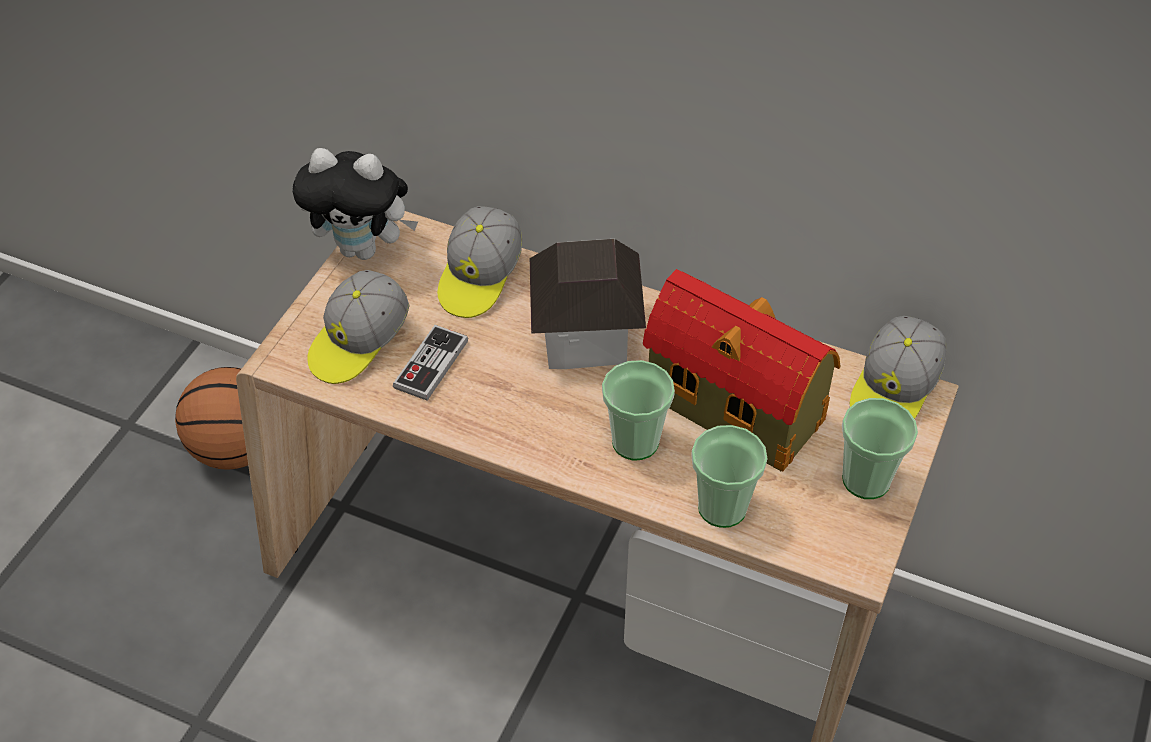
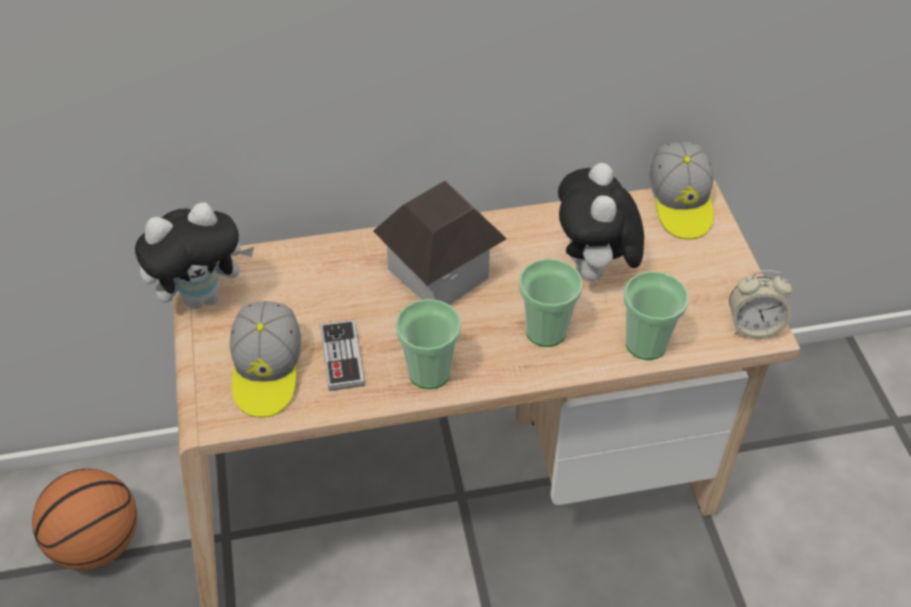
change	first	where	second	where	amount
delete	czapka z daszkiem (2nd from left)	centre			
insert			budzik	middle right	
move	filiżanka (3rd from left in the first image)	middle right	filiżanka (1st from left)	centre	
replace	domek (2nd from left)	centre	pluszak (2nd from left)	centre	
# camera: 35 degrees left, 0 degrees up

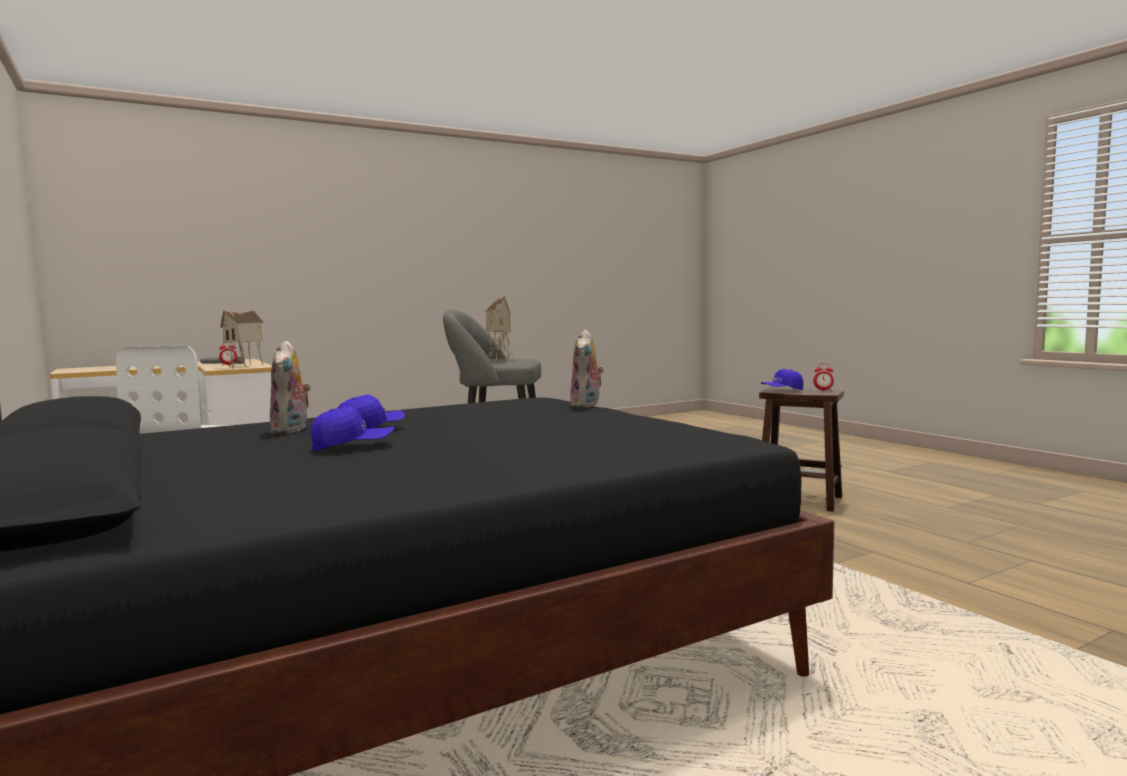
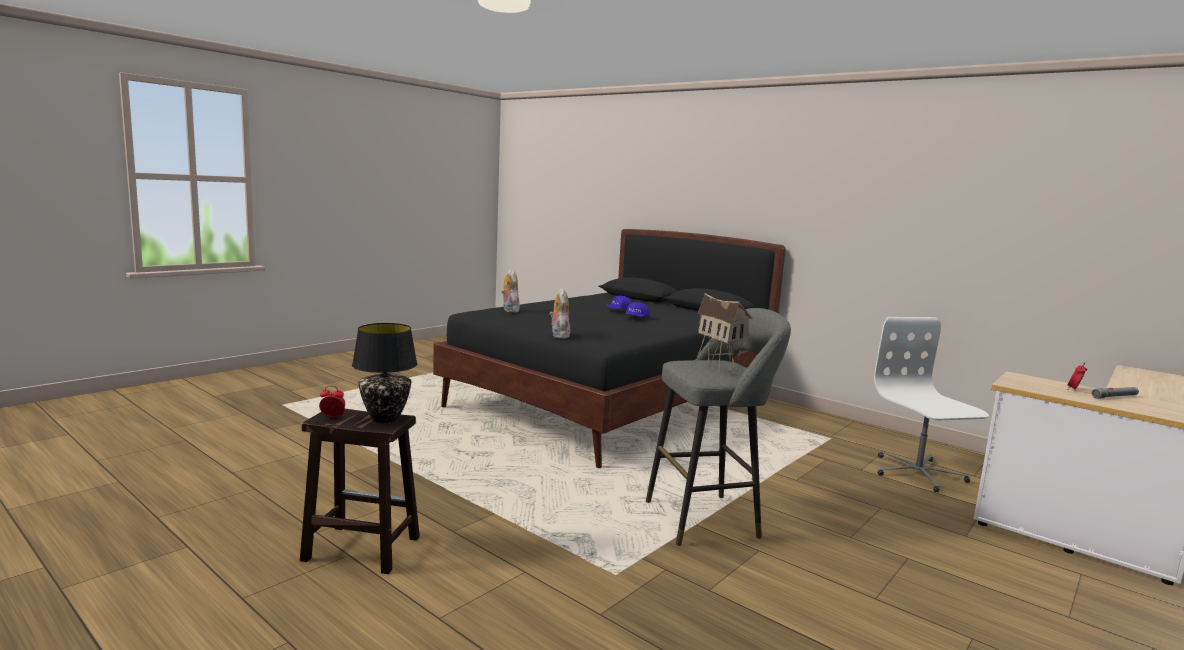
change	first	where	second	where	amount
delete	domek (1st from left)	middle left			
move	pluszak (1st from left)	middle left		centre	
replace	czapka z daszkiem [niebieski] (3rd from left)	middle right	lampa stołowa [czarny]	middle left	
# camera: 160 degrees right, 5 degrees up

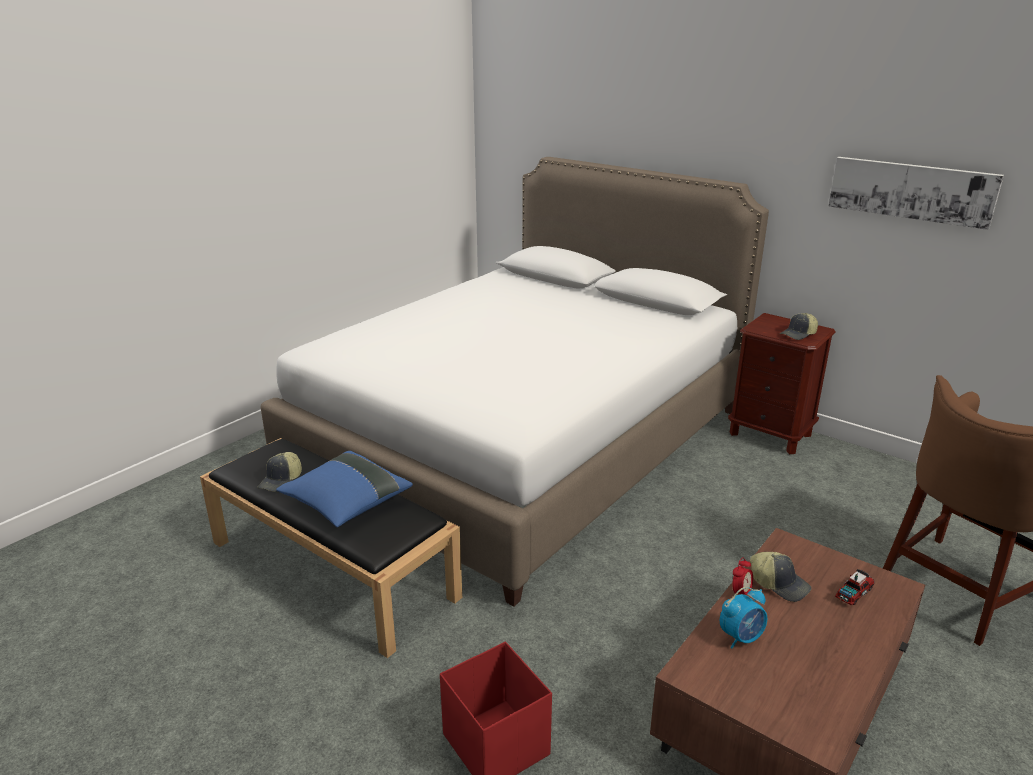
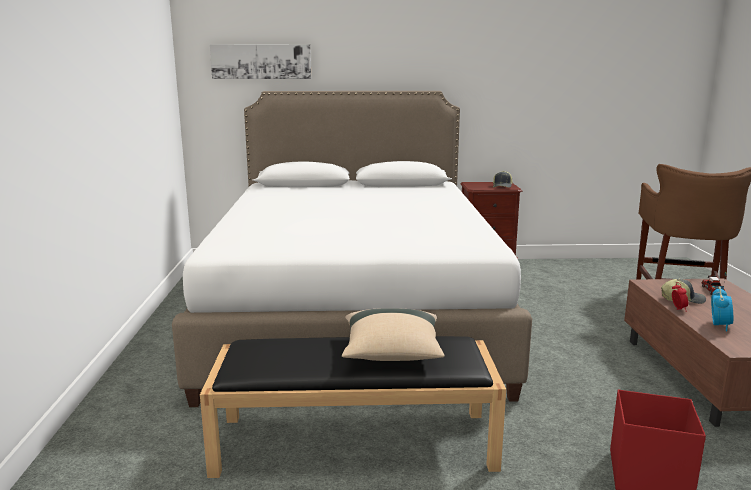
change	first	where	second	where	amount
delete	czapka z daszkiem (1st from left)	middle left			
move	obraz	top right		top centre	
recolor	poduszka [niebieski]	middle left	poduszka [beżowy]	bottom centre	
# camera: 40 degrees left, 10 degrees down

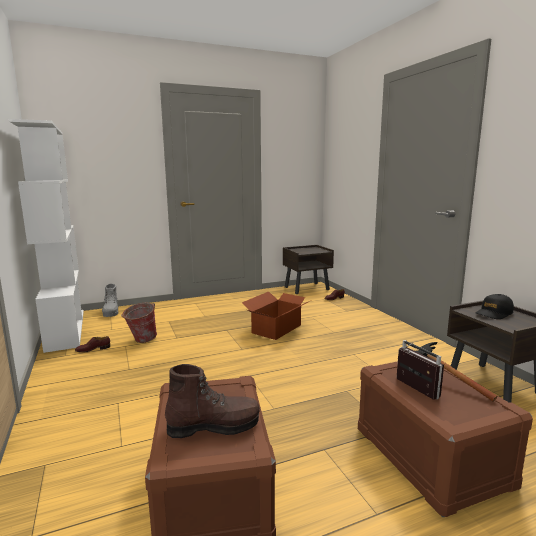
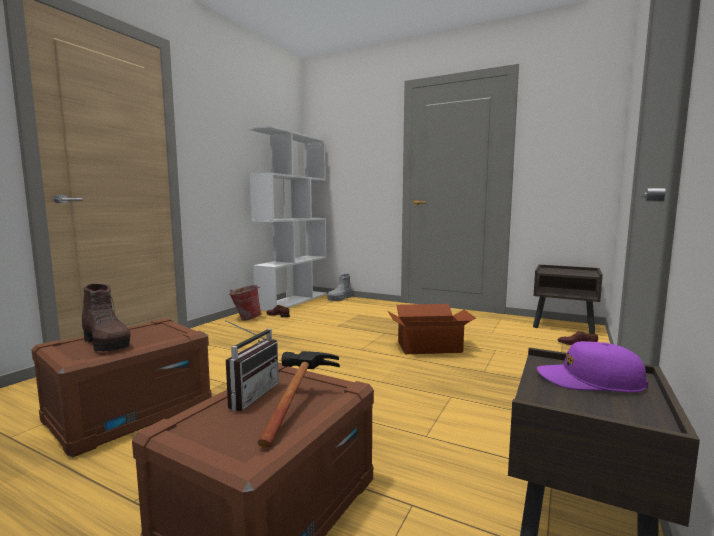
change	first	where	second	where	amount
move	wiadro	middle left		centre	
recolor	czapka z daszkiem [czarny]	middle right	czapka z daszkiem [fioletowy]	bottom right	
# camera: 50 degrees right, 5 degrees down

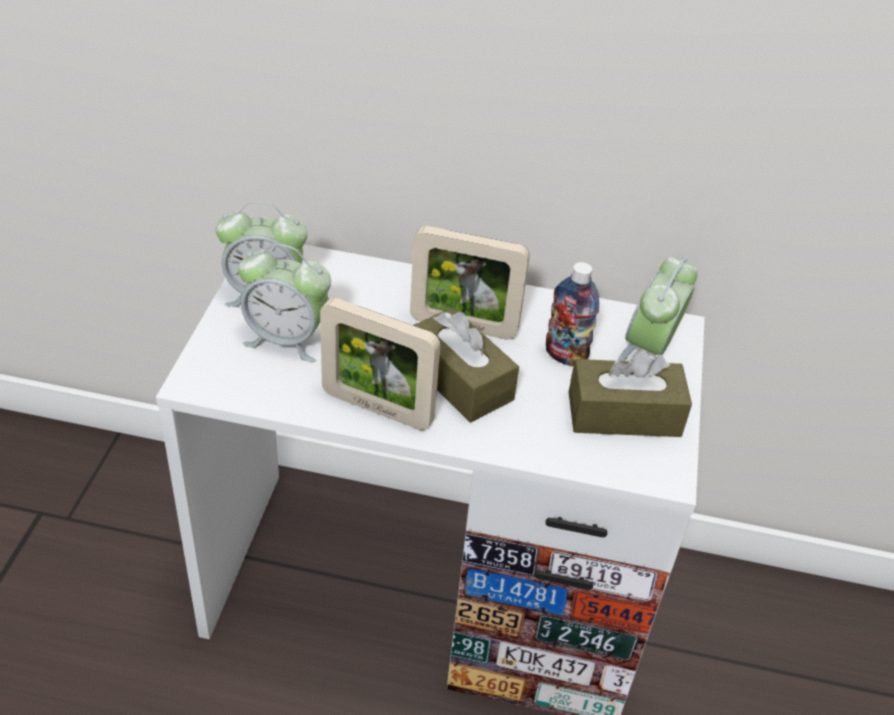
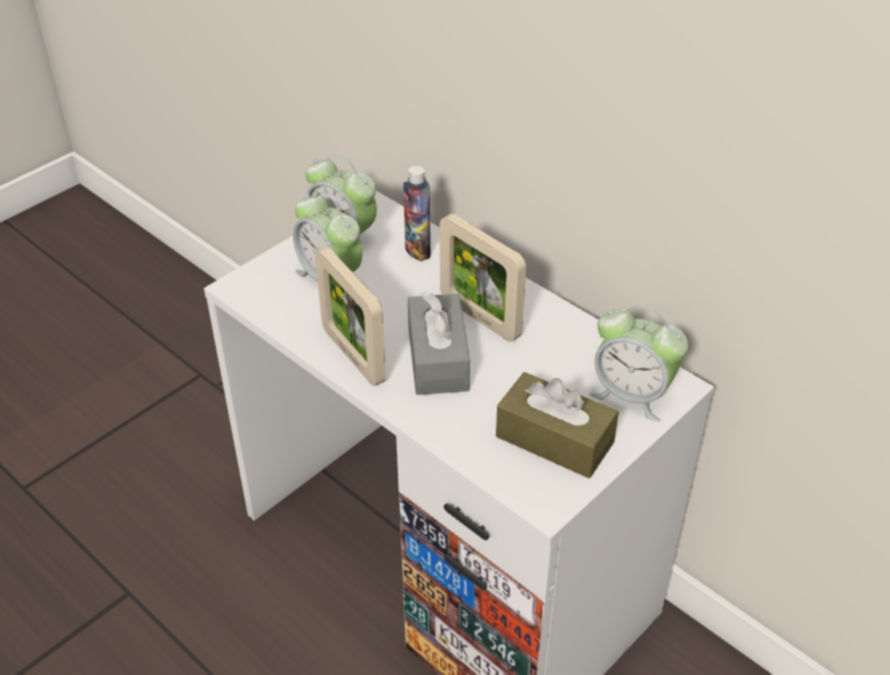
change	first	where	second	where	amount
move	butelka	centre		top centre	
recolor	pudełko chusteczek [brązowy] (1st from left)	centre	pudełko chusteczek [szary]	centre	
rotate	budzik (3rd from left)	middle right		middle right	120 degrees counterclockwise
# camera: 35 degrees right, 0 degrees up

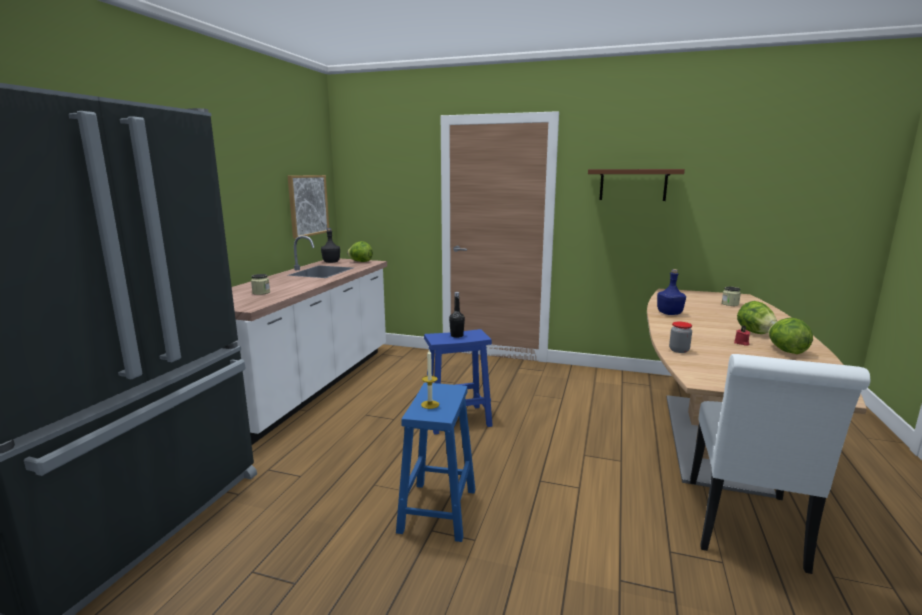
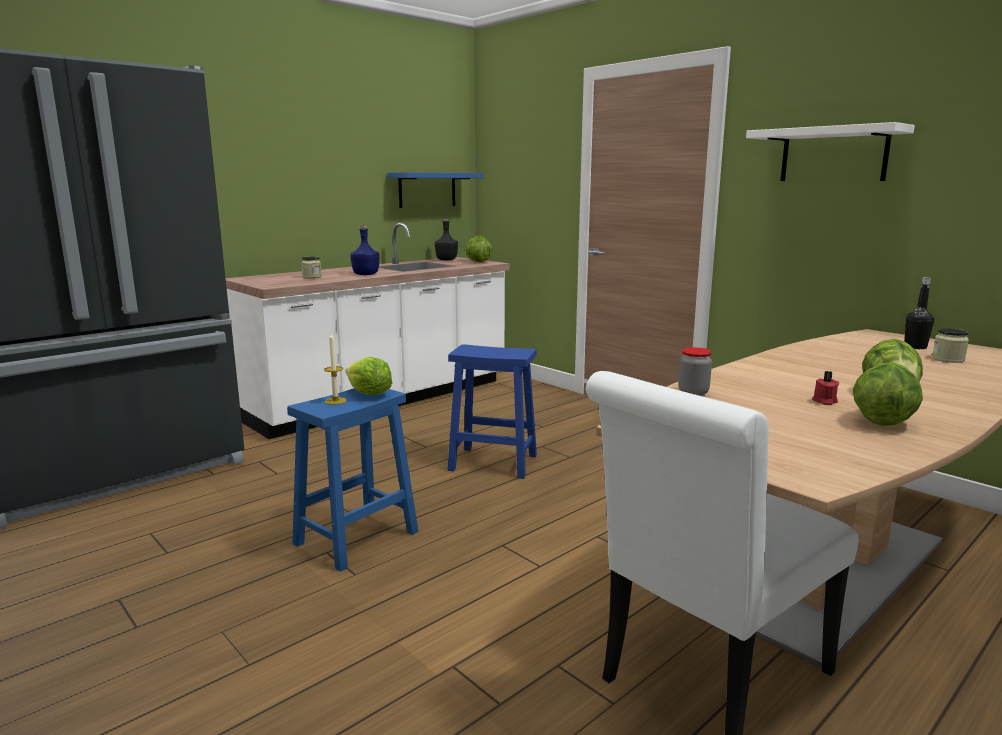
change	first	where	second	where	amount
insert			sałata (1st from left)	centre	
move	butelka [czarny] (2nd from left)	centre		middle right	
move	butelka [niebieski]	middle right		centre	
replace	obraz	centre	półka [niebieski]	top centre	
recolor	półka [brązowy]	top right	półka [biały]	top right	
# camera: 30 degrees right, 0 degrees up

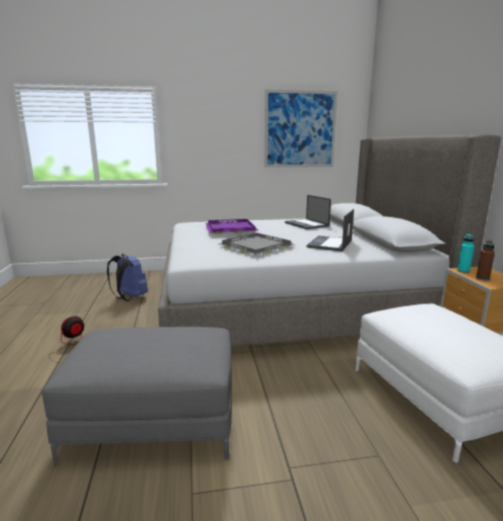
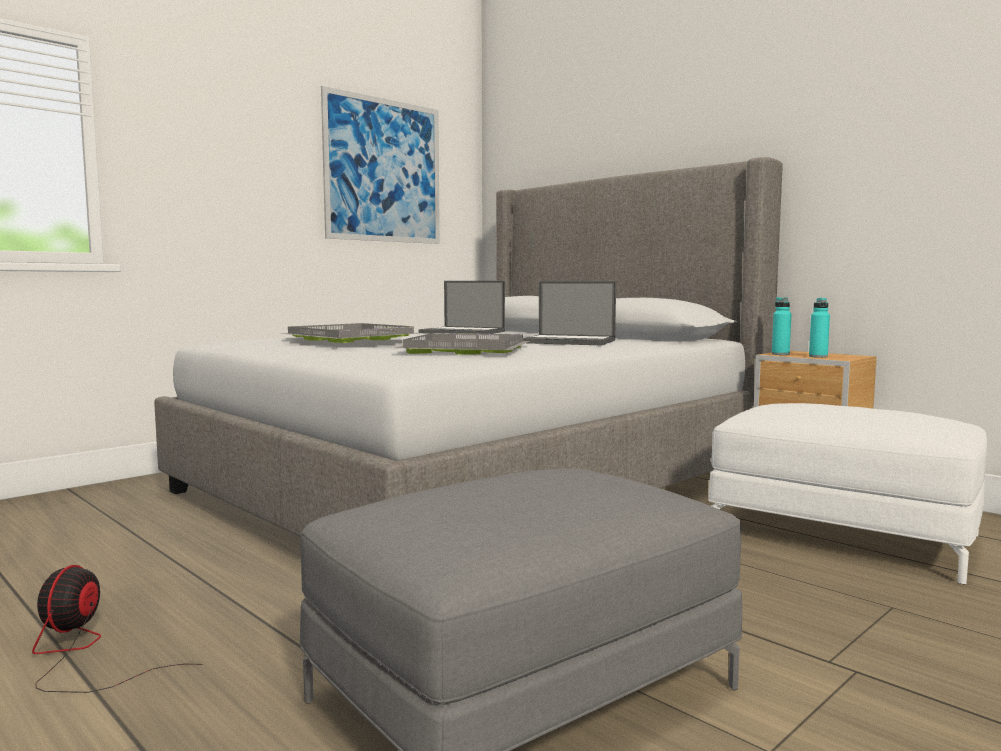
change	first	where	second	where	amount
delete	plecak [niebieski]	middle left			
recolor	taca [fioletowy]	centre	taca [szary] (1st from left)	centre	
recolor	butelka [brązowy]	middle right	butelka [turkusowy] (2nd from left)	middle right	
rotate	laptop (2nd from left)	centre		centre	60 degrees counterclockwise
# camera: 35 degrees left, 10 degrees down

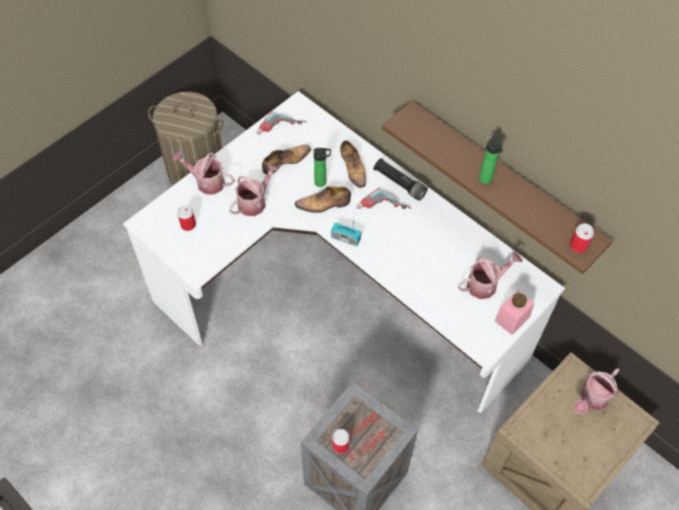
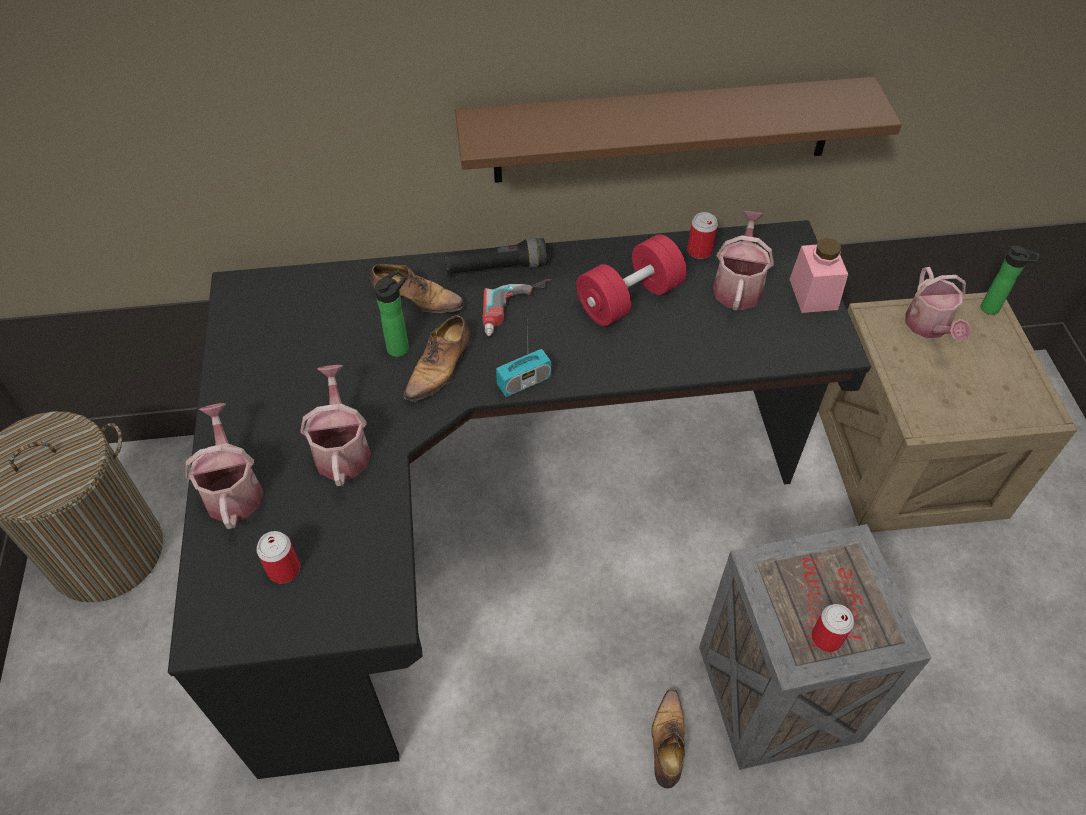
change	first	where	second	where	amount
delete	wiertarka (1st from left)	top centre			
insert			hantel [czerwony]	centre	
move	but (1st from left in the first image)	top centre	but (3rd from left)	bottom centre	
move	butelka (2nd from left)	top right		middle right	
move	puszka (3rd from left in the first image)	middle right	puszka (2nd from left)	top centre	
recolor	biurko [biały]	centre	biurko [czarny]	centre	
rotate	konewka (1st from left)	middle left		middle left	105 degrees clockwise
# camera: 50 degrees left, 5 degrees down

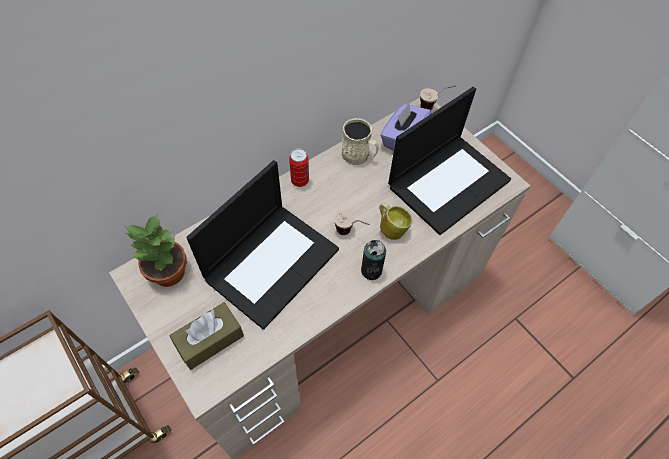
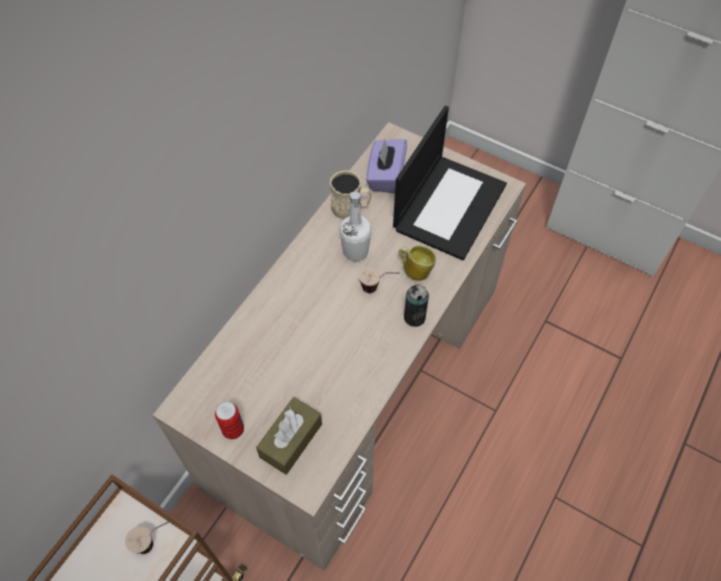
change	first	where	second	where	amount
delete	roślina doniczkowa	middle left			
delete	laptop (1st from left)	centre			
insert			butelka [biały]	centre	
move	puszka (1st from left)	centre		bottom left	
move	filiżanka (2nd from left in the first image)	top centre	filiżanka (1st from left)	bottom left	
# camera: 20 degrees left, 0 degrees up

